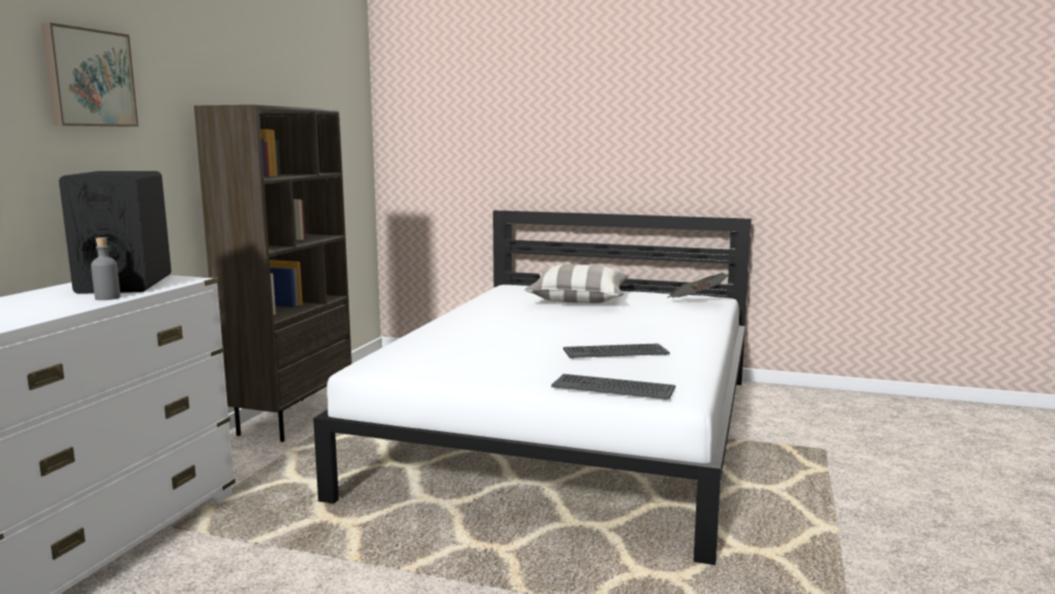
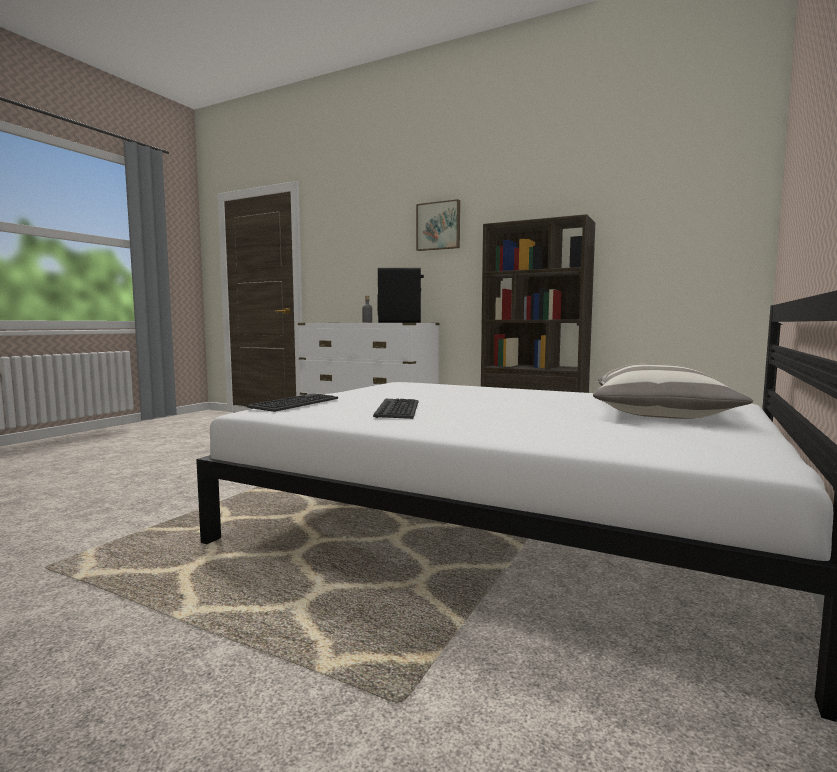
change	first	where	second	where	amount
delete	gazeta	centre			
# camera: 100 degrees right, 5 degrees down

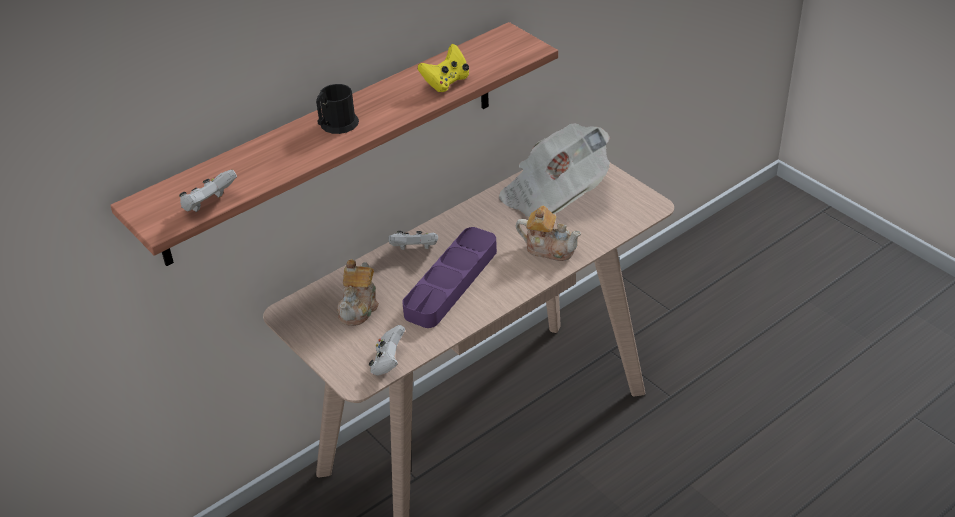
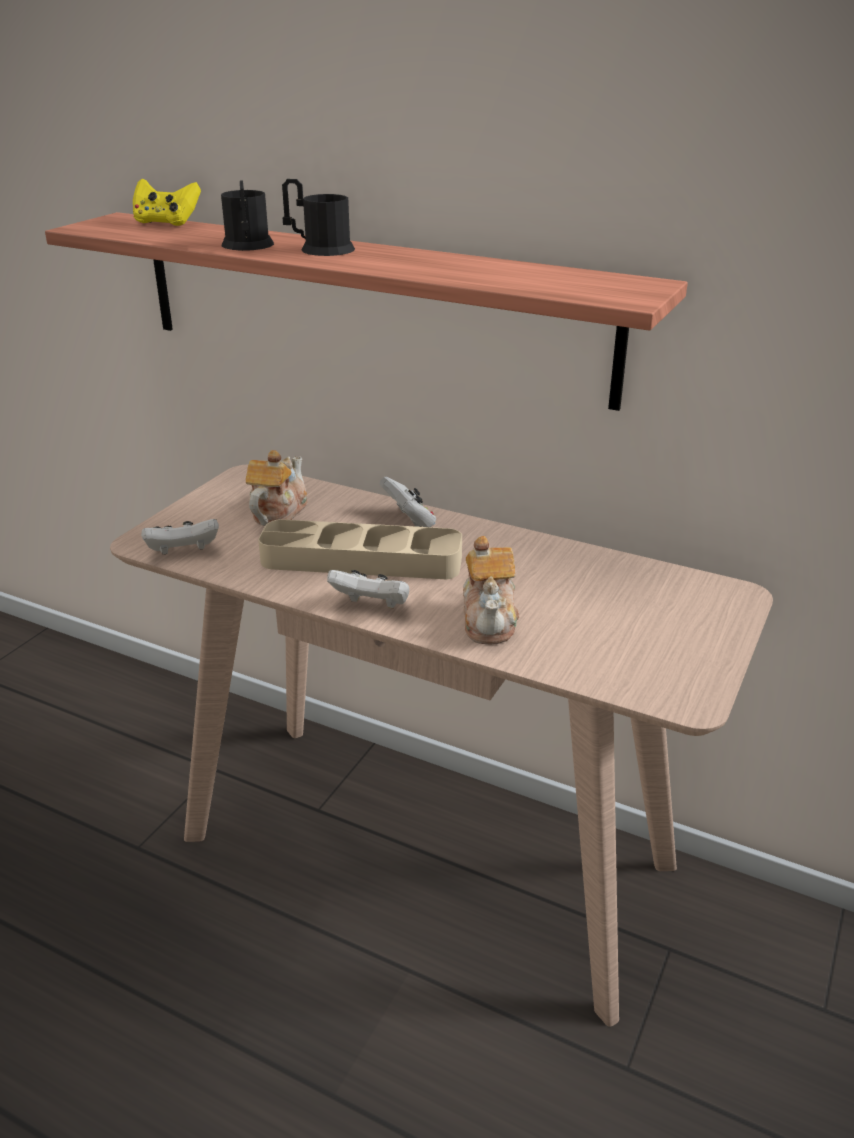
change	first	where	second	where	amount
delete	gazeta	top centre			
insert			kubek [czarny] (1st from left)	top left	
move	pad do gier [biały] (1st from left in the first image)	middle left	pad do gier [biały] (2nd from left)	centre	
move	pad do gier [żółty]	top centre		top left	
recolor	taca [fioletowy]	centre	taca [beżowy]	centre	
rotate	imbryk (1st from left)	centre		middle left	120 degrees clockwise
# camera: 65 degrees right, 10 degrees down

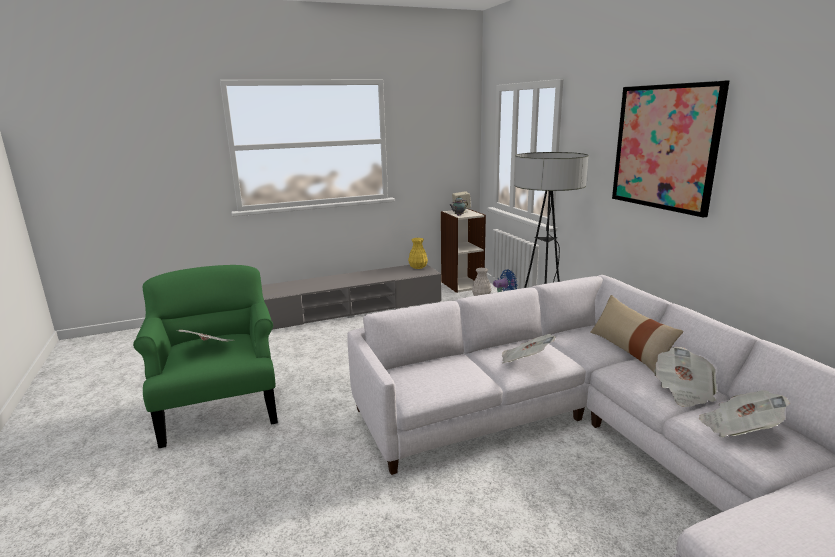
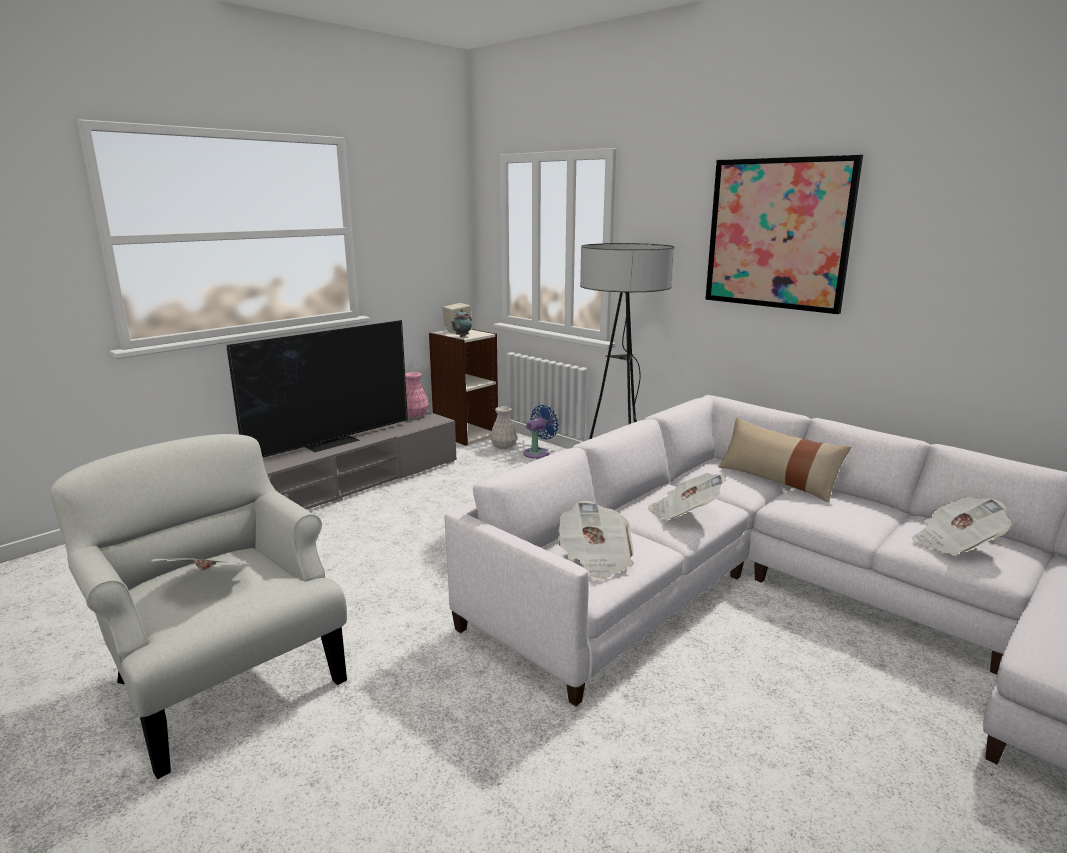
change	first	where	second	where	amount
insert			telewizor	middle left	
move	gazeta (3rd from left in the first image)	bottom right	gazeta (2nd from left)	centre	
recolor	fotel [zielony]	middle left	fotel [biały]	bottom left	
recolor	wazon [żółty]	centre	wazon [różowy]	centre	
# camera: 25 degrees left, 0 degrees up

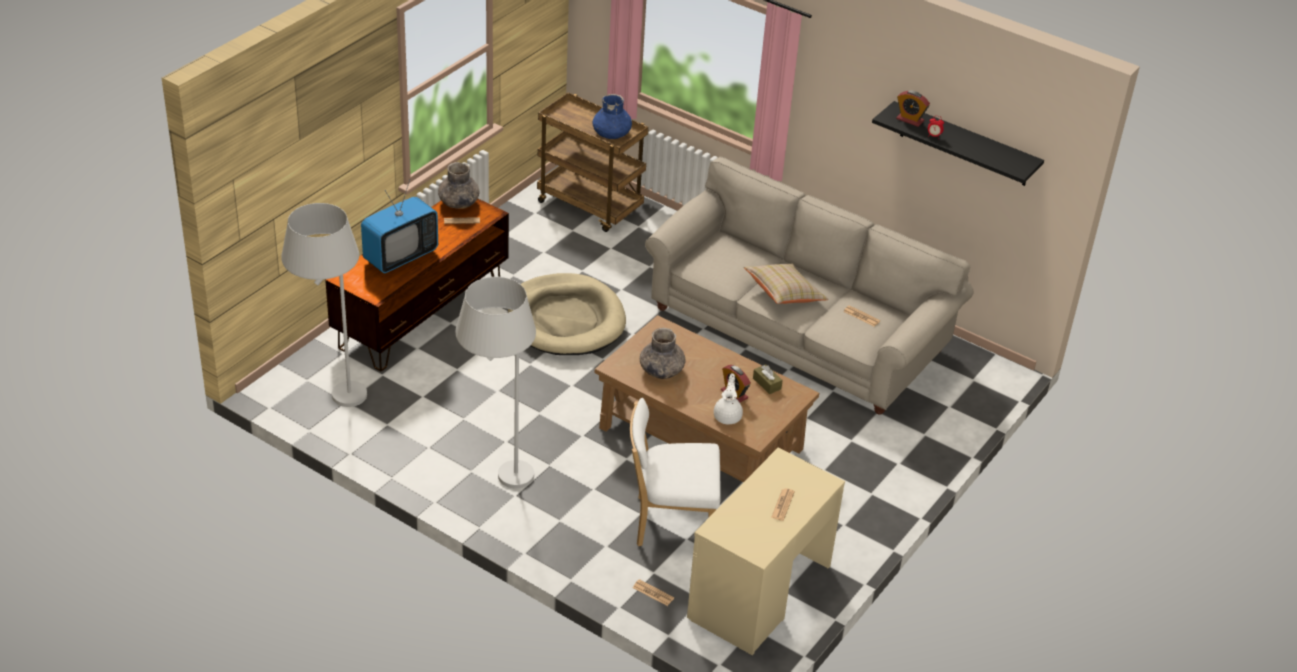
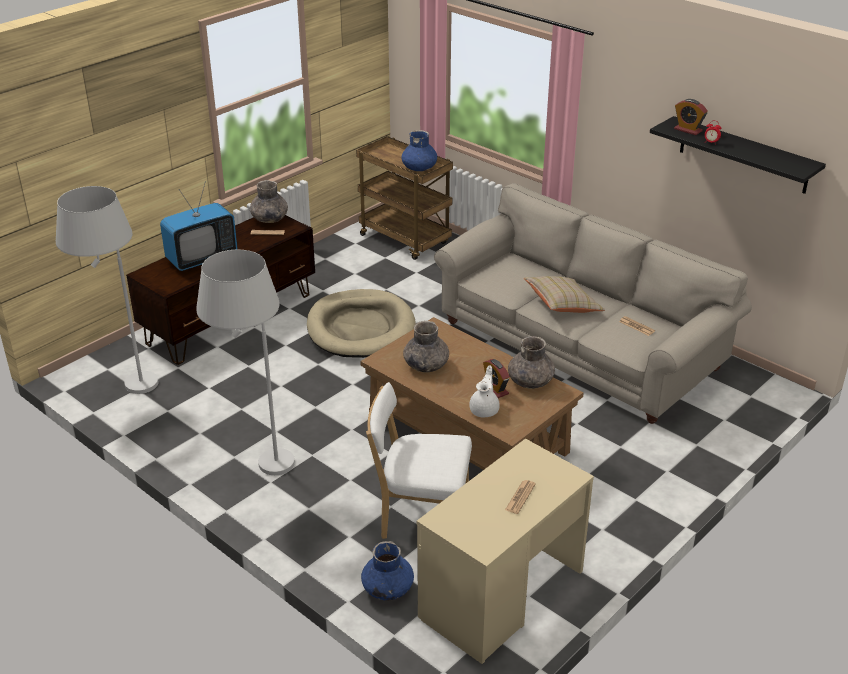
change	first	where	second	where	amount
replace	gazeta (2nd from left)	bottom centre	wazon [niebieski] (1st from left)	bottom centre	
replace	pudełko chusteczek [brązowy]	centre	wazon [szary] (3rd from left)	centre	
# camera: 10 degrees right, 5 degrees down

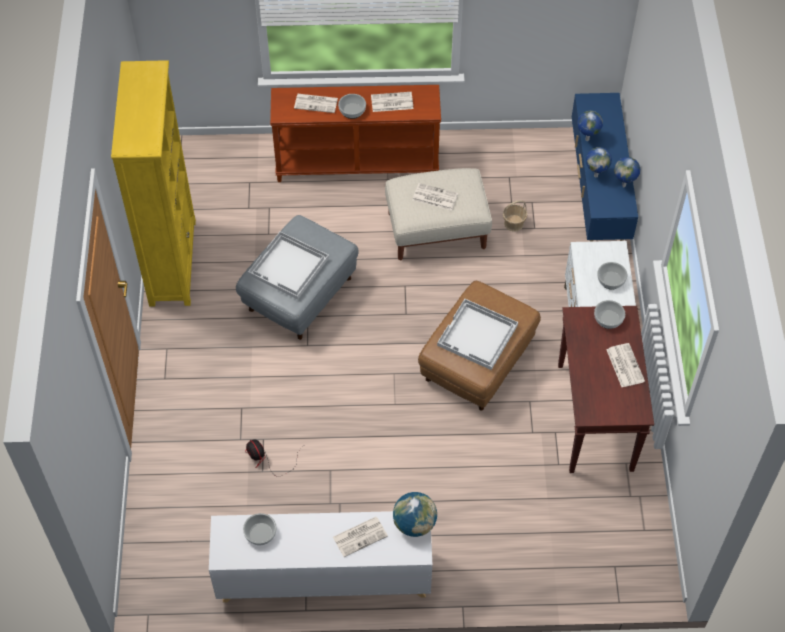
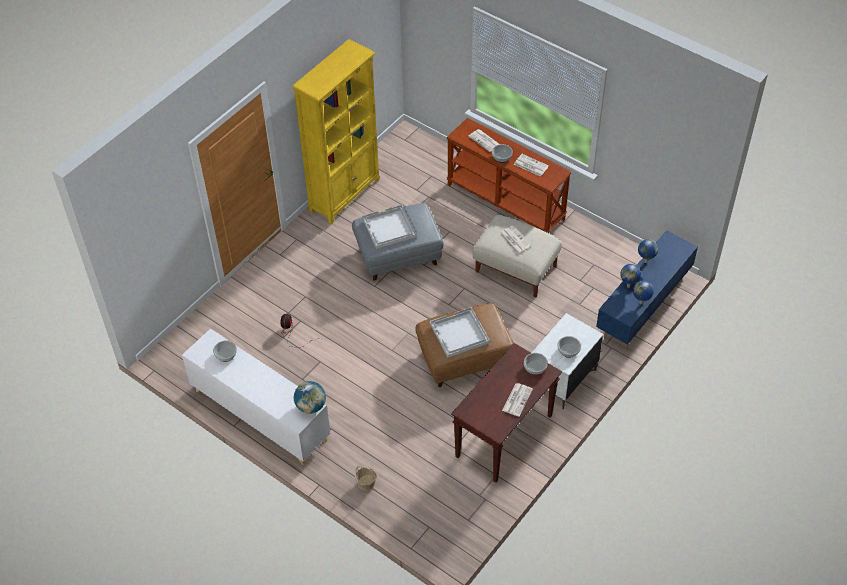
change	first	where	second	where	amount
delete	gazeta (2nd from left)	bottom centre			
move	koszyk	centre		bottom centre	
# camera: 40 degrees right, 5 degrees down

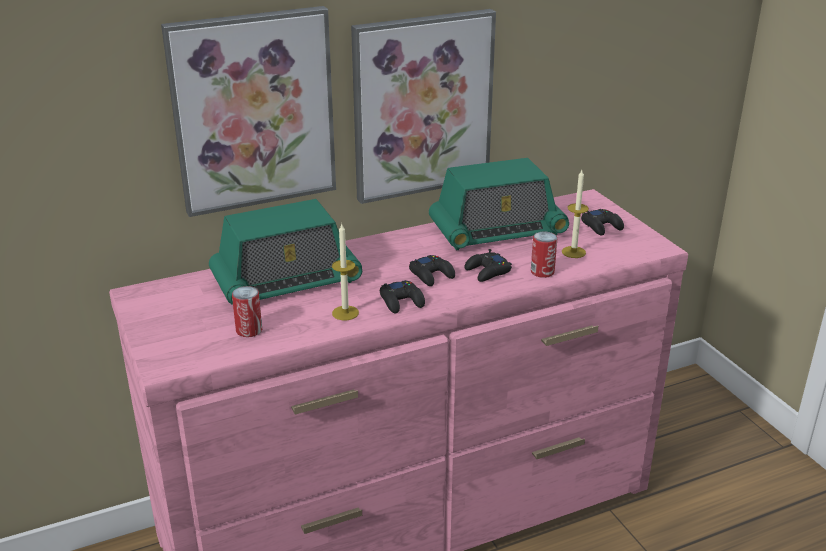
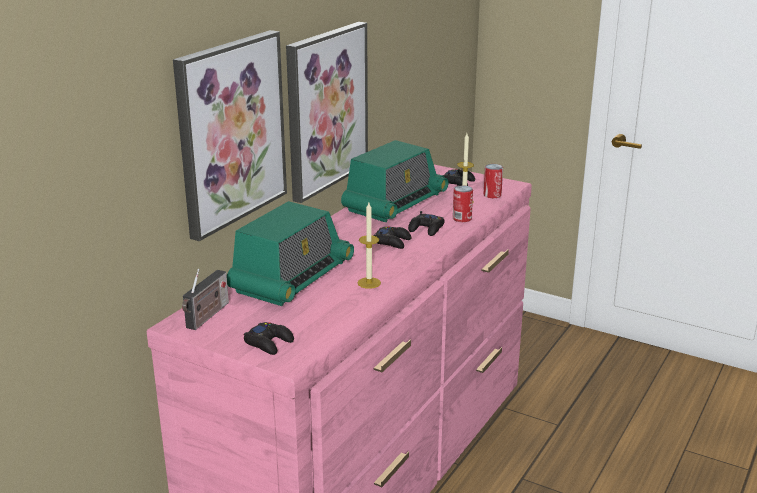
change	first	where	second	where	amount
insert			radio (1st from left)	middle left	
move	puszka (1st from left in the first image)	middle left	puszka (2nd from left)	centre	
move	pad do gier [czarny] (1st from left)	centre		bottom centre	
# camera: 35 degrees left, 5 degrees down

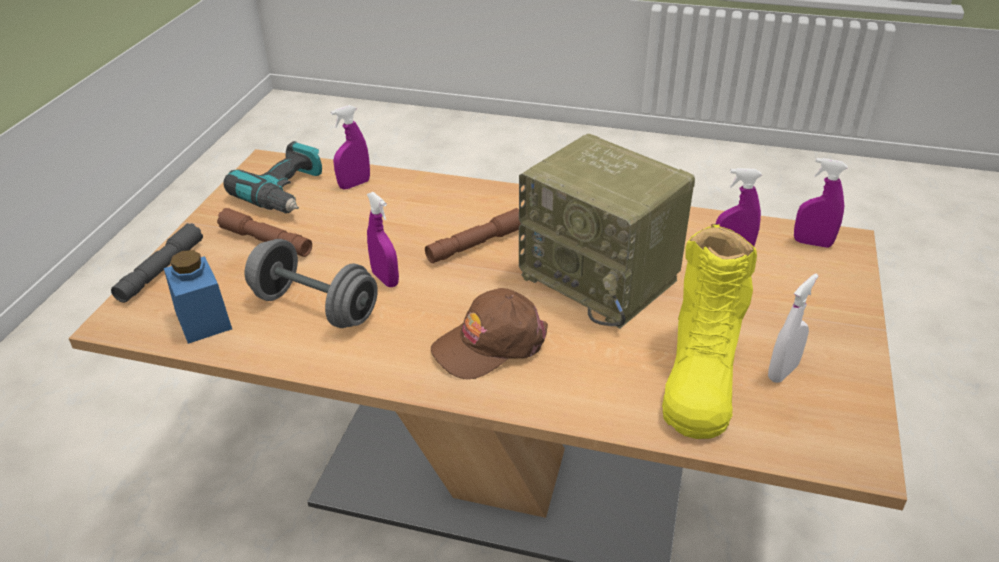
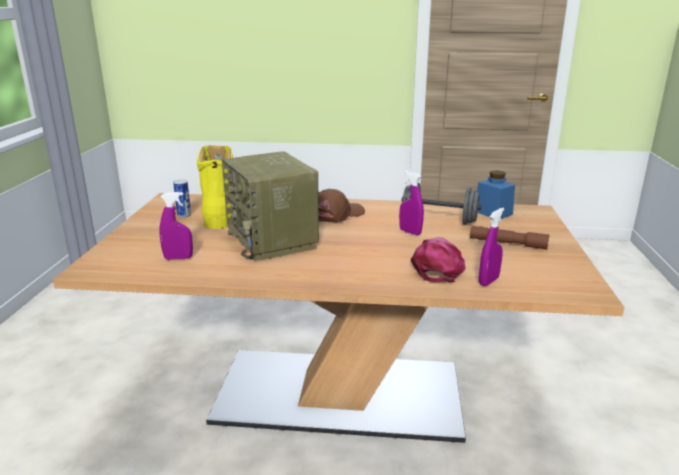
change	first	where	second	where	amount
delete	latarka [szary]	middle left			
delete	wiertarka	top left			
delete	latarka [brązowy] (2nd from left)	centre			
delete	spryskiwacz [fioletowy] (4th from left)	middle right			
insert			czapka z daszkiem [różowy]	centre	
replace	spryskiwacz [biały]	middle right	puszka	middle left	
rotate	radio	centre		centre	150 degrees counterclockwise
# camera: 170 degrees right, 15 degrees down

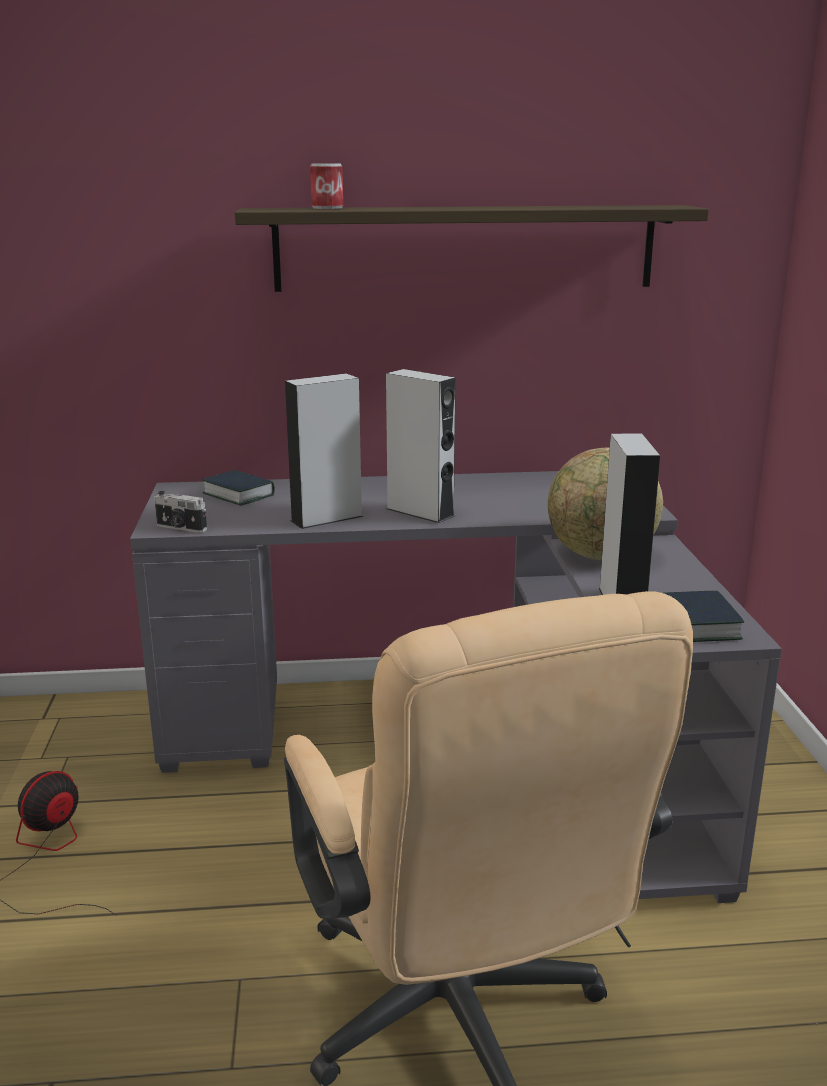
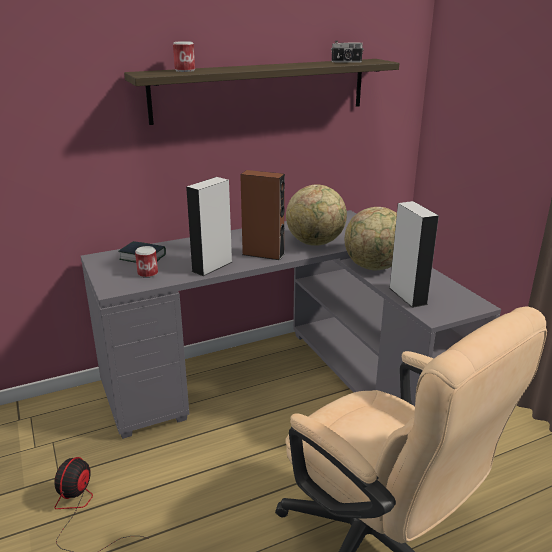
change	first	where	second	where	amount
delete	książka (2nd from left)	middle right			
insert			puszka (1st from left)	middle left	
insert			globus (1st from left)	centre	
move	aparat fotograficzny	middle left		top centre	
recolor	głośnik [szary] (2nd from left)	centre	głośnik [brązowy]	centre	
# camera: 20 degrees left, 5 degrees up

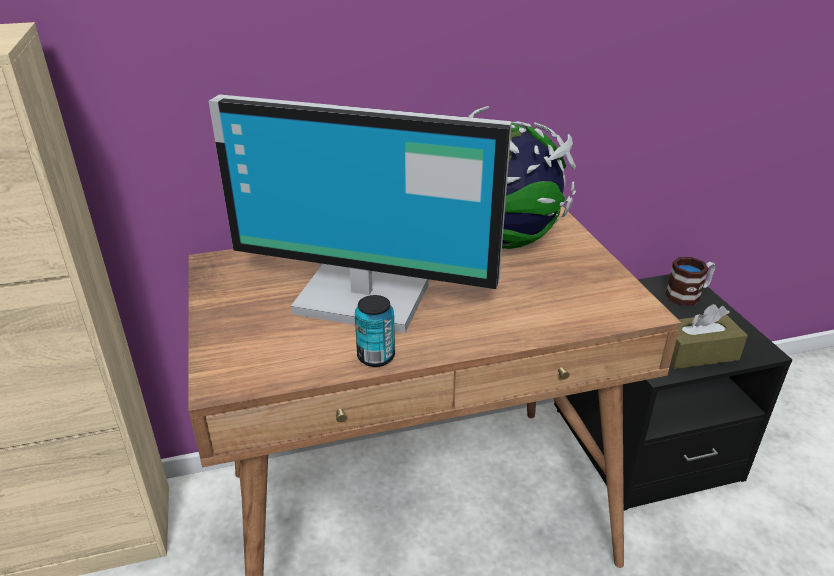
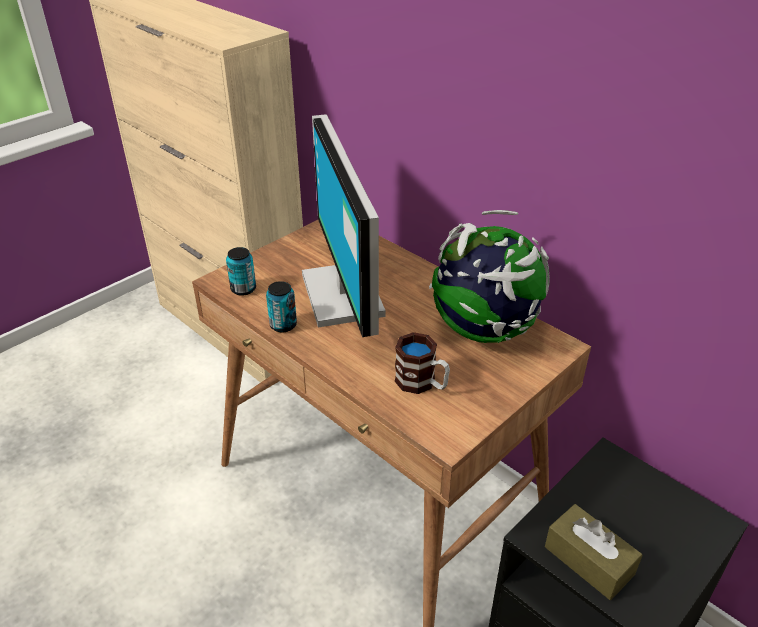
change	first	where	second	where	amount
insert			puszka (1st from left)	middle left	
move	kubek	middle right		centre	
# camera: 60 degrees right, 5 degrees up

